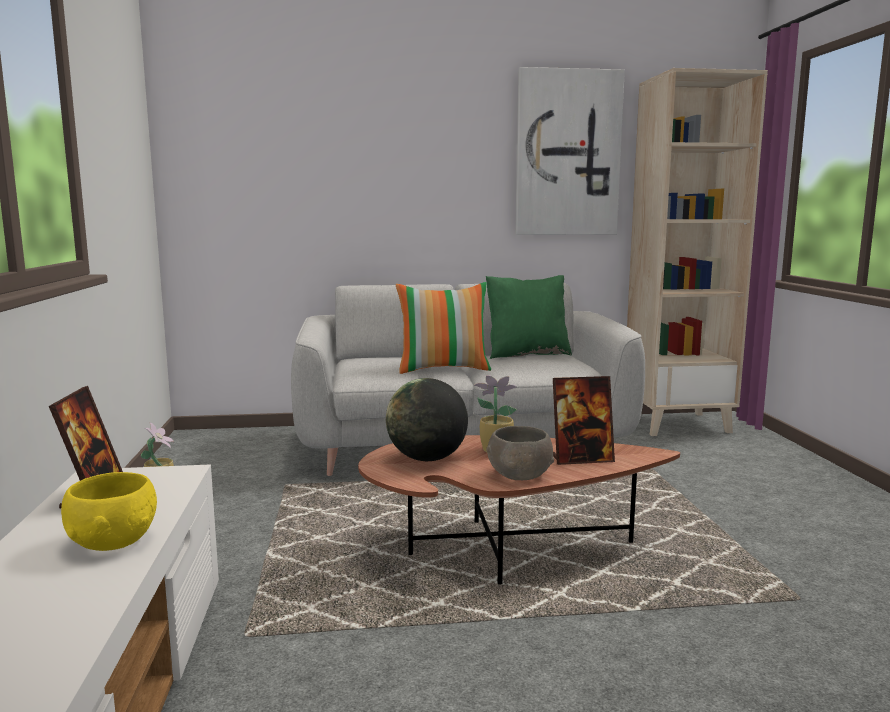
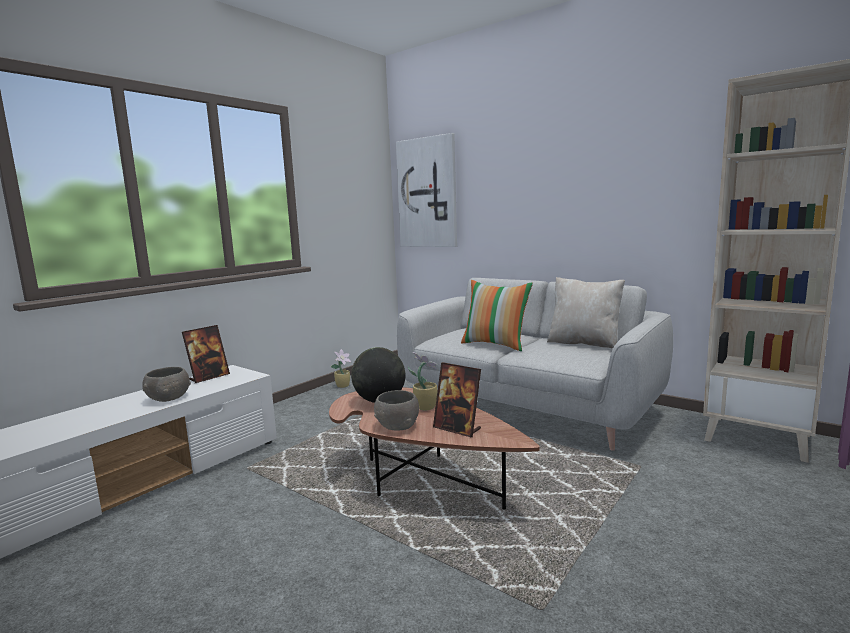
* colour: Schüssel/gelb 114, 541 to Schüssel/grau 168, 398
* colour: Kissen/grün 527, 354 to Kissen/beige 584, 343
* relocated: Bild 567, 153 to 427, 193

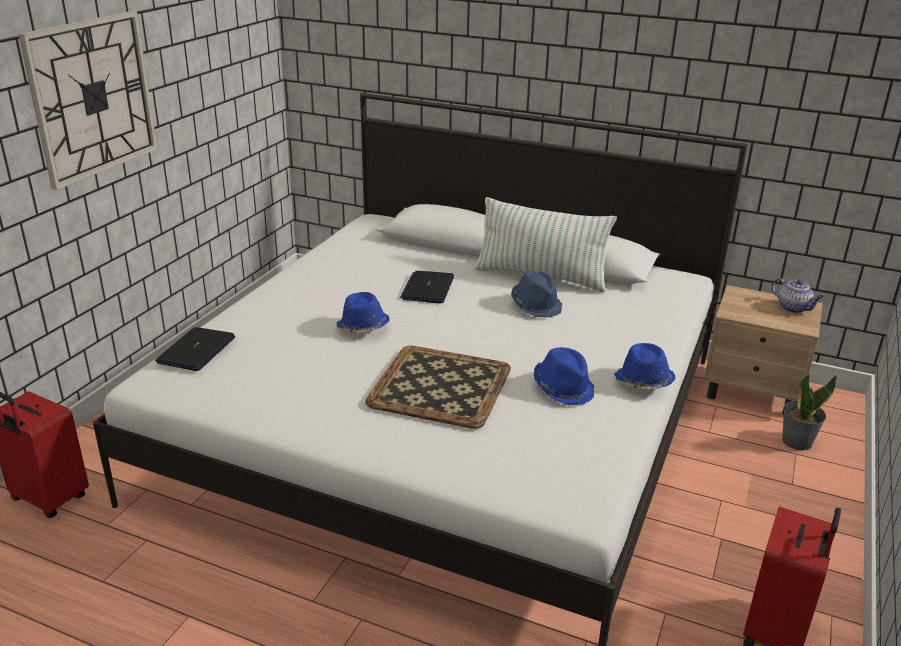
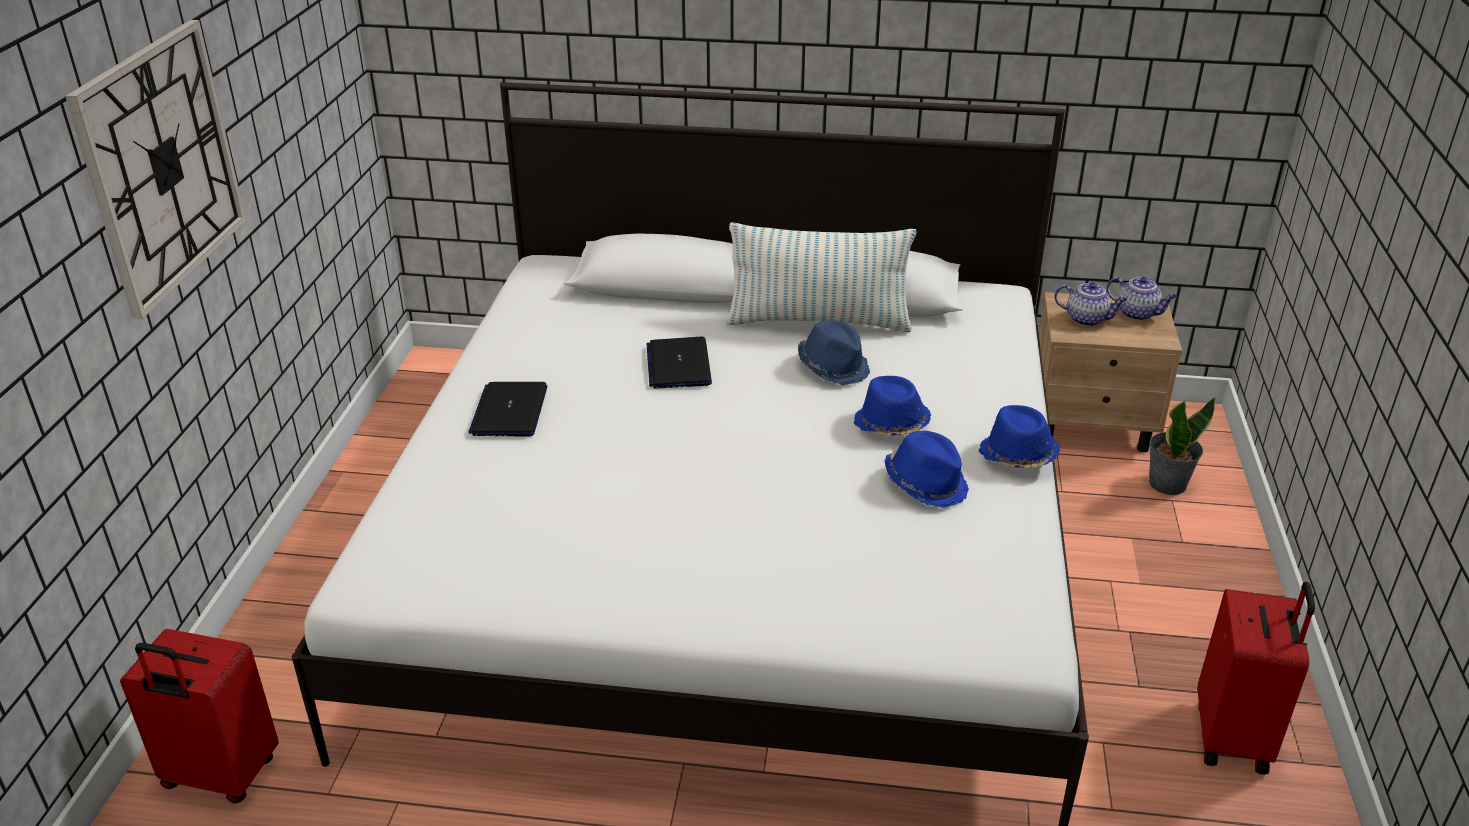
* relocated: Laptop 196, 350 to 509, 411
* relocated: Hut/blau 362, 327 to 891, 424
* missing: Tablett 441, 387
* appeared: Teekanne 1087, 319

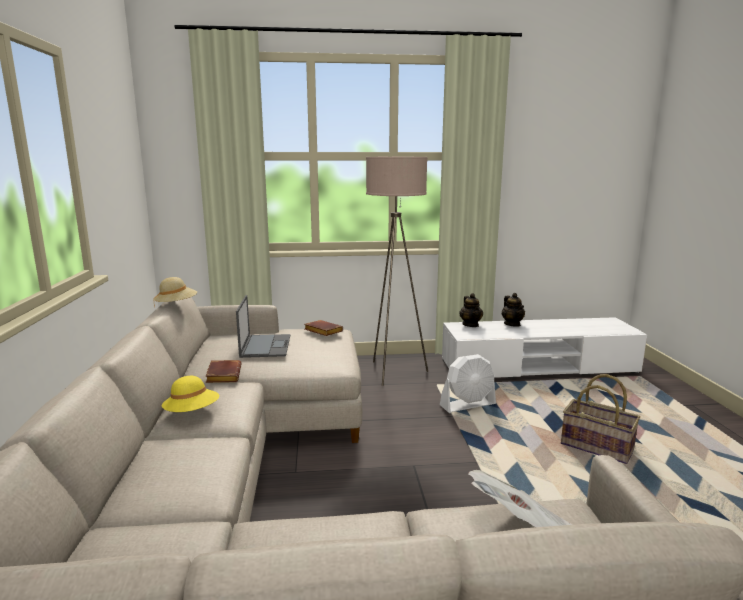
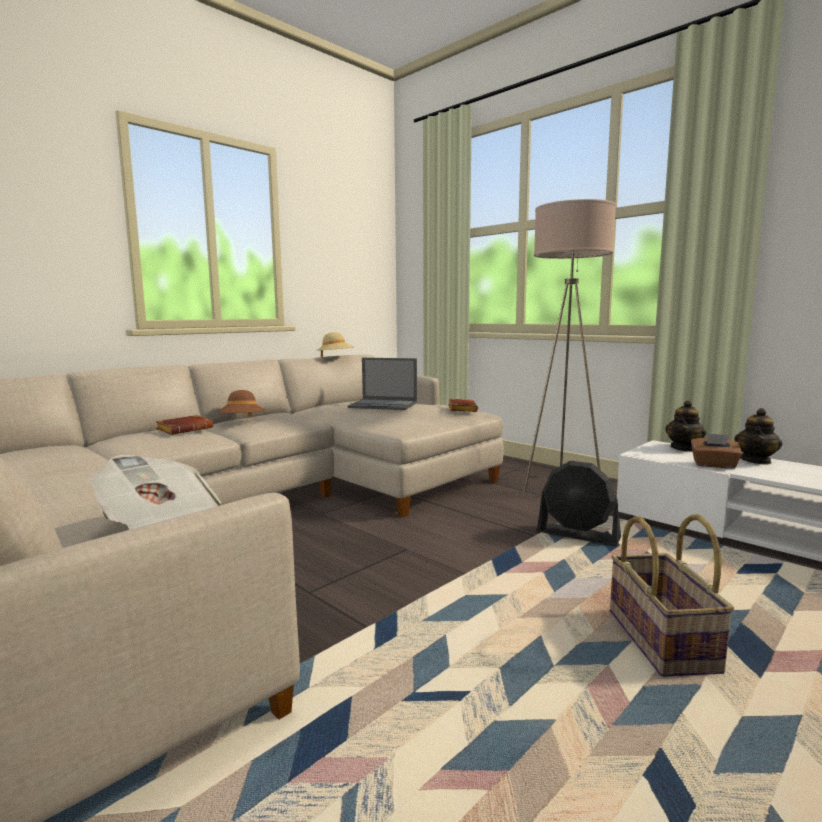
* colour: Hut/gelb 192, 413 to Hut/braun 242, 422
* relocated: Buch/braun 222, 375 to 185, 429
* spun: Laptop 265, 346 = 384, 405 60 degrees clockwise
* colour: Ventilator/weiß 468, 405 to Ventilator/schwarz 578, 536
* appeared: Taschentuchbox/braun 714, 465

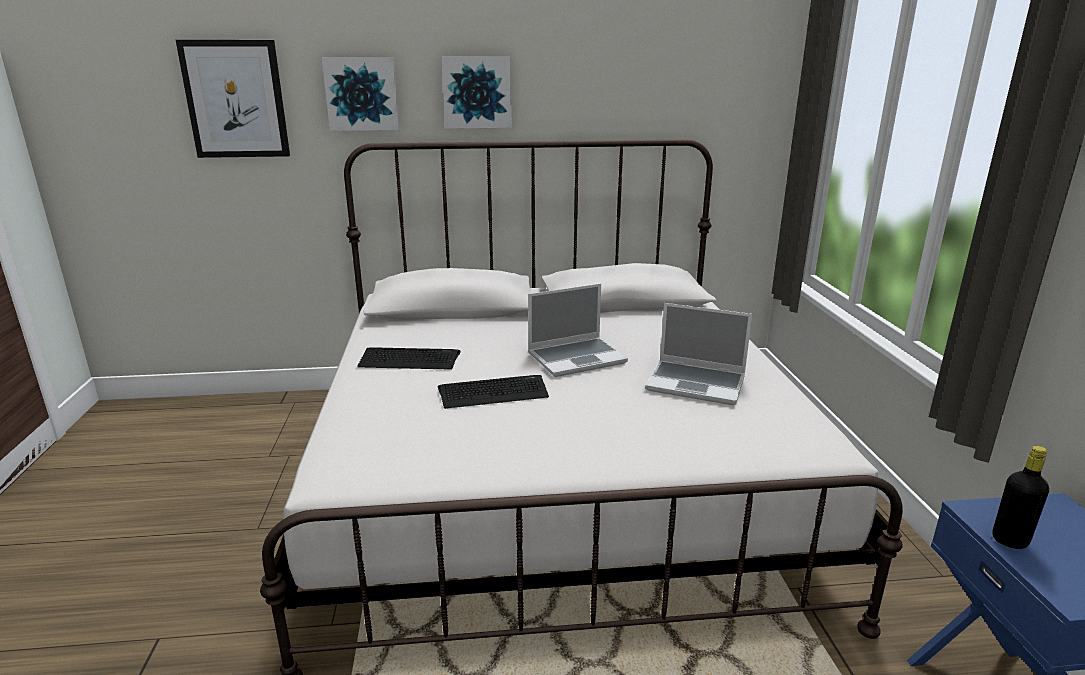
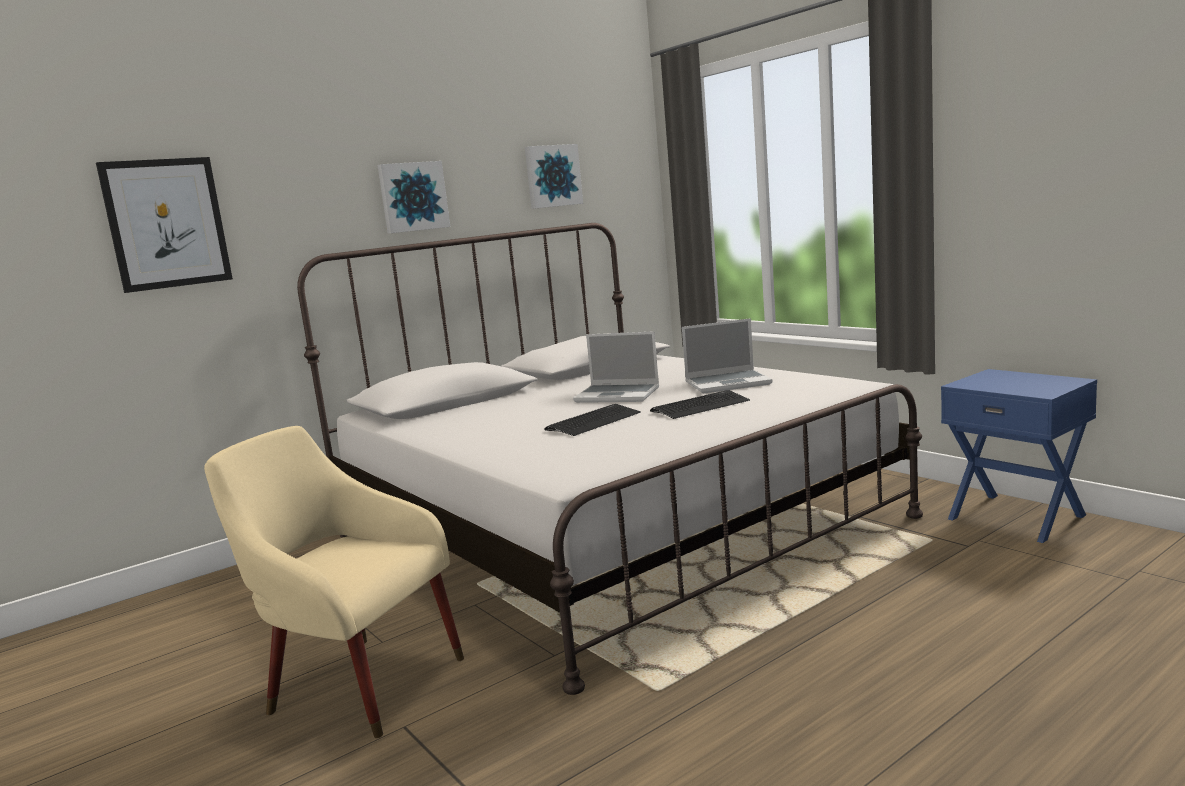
* relocated: Bild 362, 94 to 552, 176
* relocated: Tastatur 409, 360 to 700, 406
* spun: Laptop 577, 358 = 618, 395 75 degrees clockwise
* missing: Flasche/schwarz 1009, 540
* appeared: Sessel/beige 358, 682

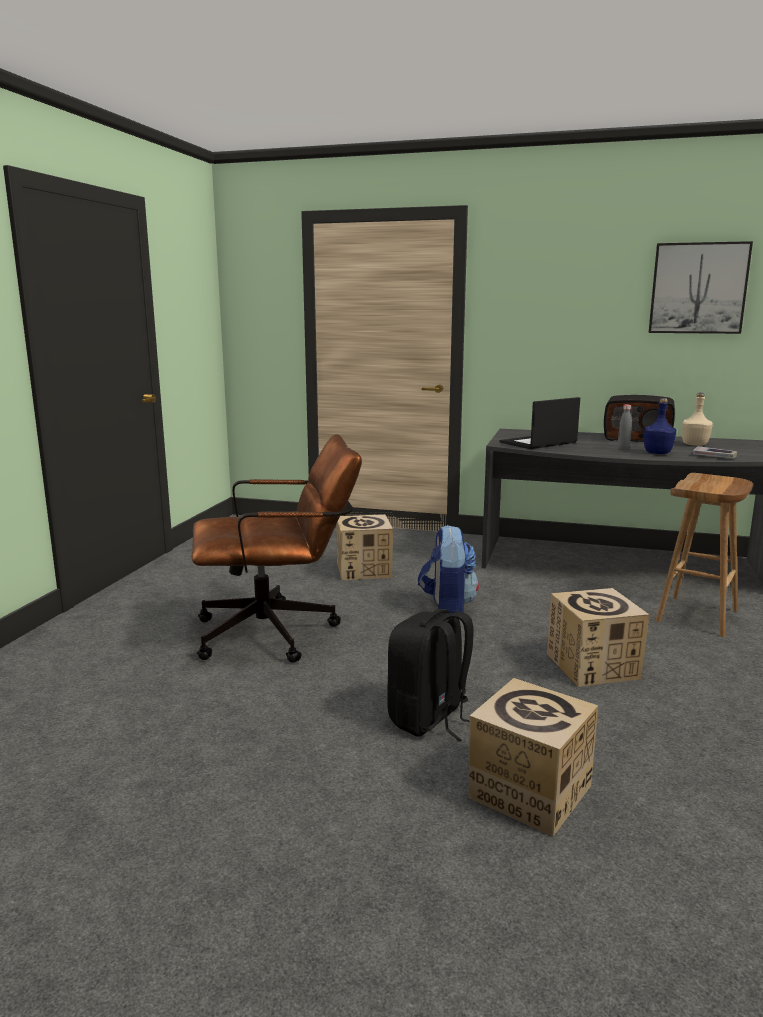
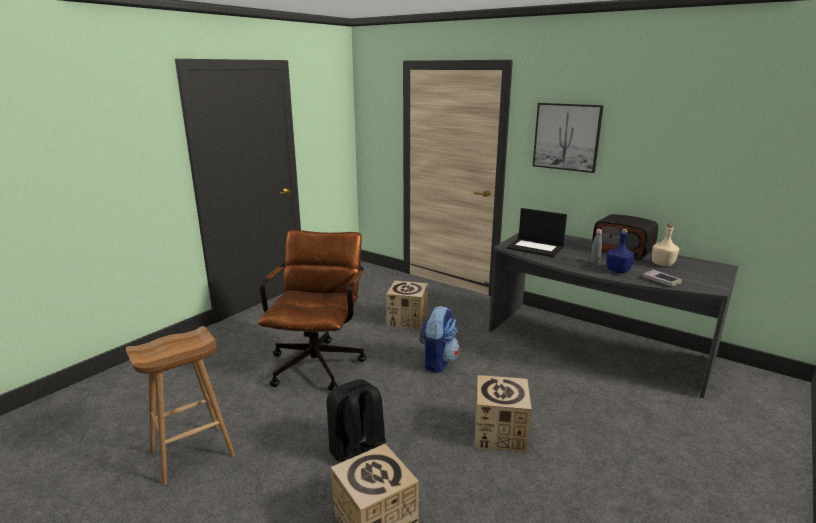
* spun: Bürostuhl/braun 279, 632 = 318, 361 90 degrees counterclockwise
* spun: Laptop 538, 443 = 536, 248 135 degrees counterclockwise
* relocated: Bild 698, 288 to 567, 137
* relocated: Hocker/braun 697, 616 to 191, 454

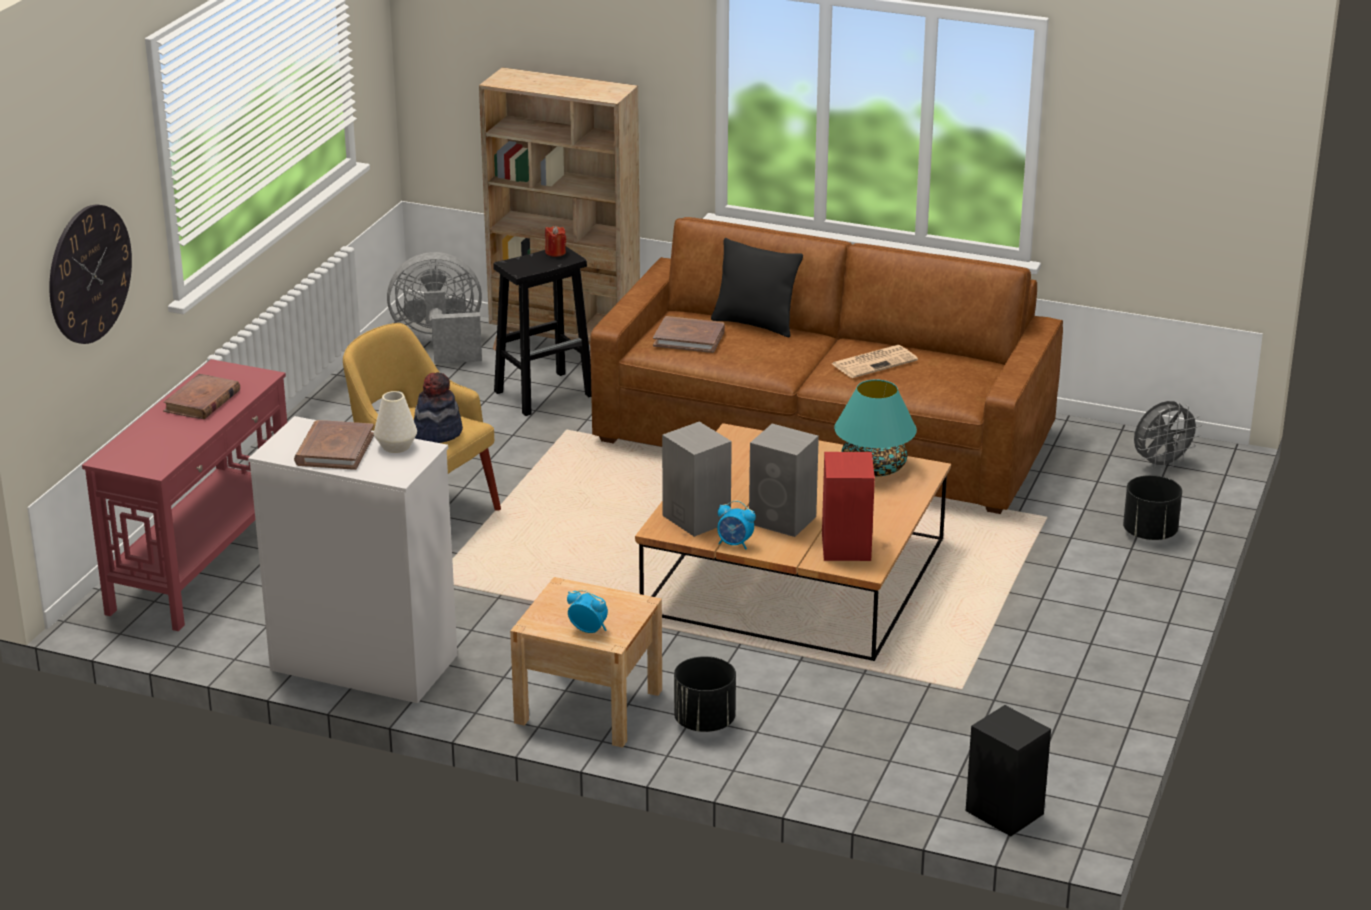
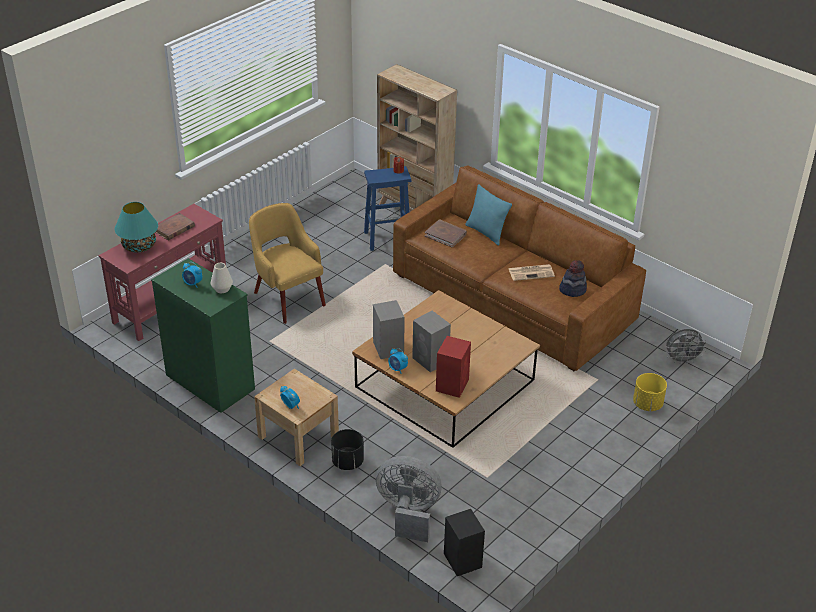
* missing: Wanduhr 89, 274
* colour: Kommode/weiß 362, 662 to Kommode/grün 209, 381
* exchanged: Buch/braun 334, 449 to Wecker 193, 284
* relocated: Ventilator/grau 440, 345 to 408, 513
* relocated: Hut 437, 432 to 572, 289
* colour: Hocker/schwarz 545, 393 to Hocker/blau 388, 238
* colour: Kissen/schwarz 755, 324 to Kissen/türkis 486, 233
* relocated: Tischlampe/türkis 874, 467 to 139, 246
* colour: Pflanzkübel/schwarz 1149, 533 to Pflanzkübel/gelb 647, 404

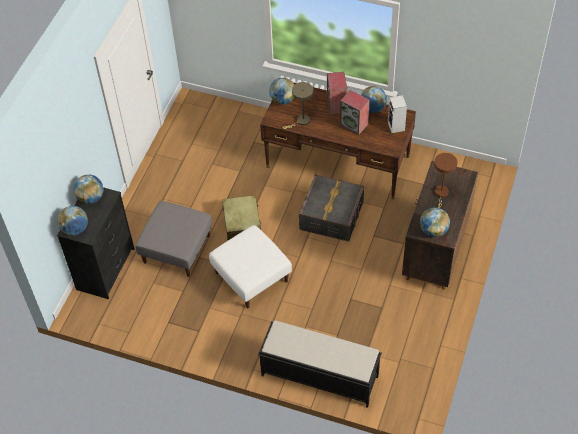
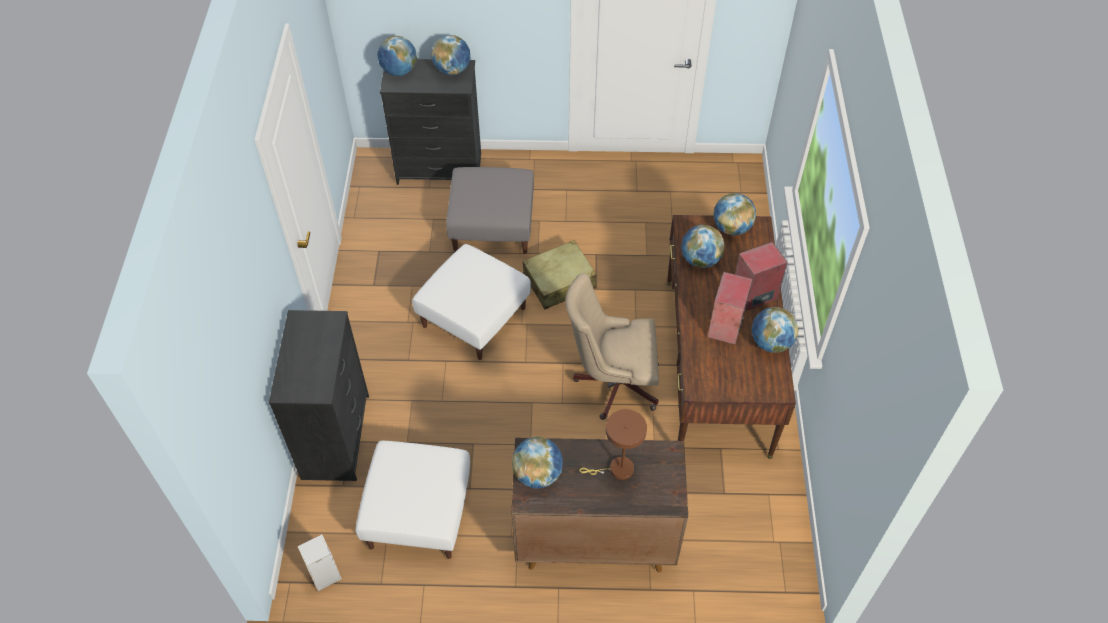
* exchanged: Bank/schwarz 319, 375 to Kommode/schwarz 336, 436
* exchanged: Tischlampe/beige 301, 121 to Globus 700, 260
* exchanged: Aufbewahrungsbox/grau 331, 216 to Bürostuhl/beige 612, 382
* relocated: Lautsprecher 396, 127 to 324, 576
* appeared: Polsterhocker/weiß 418, 512

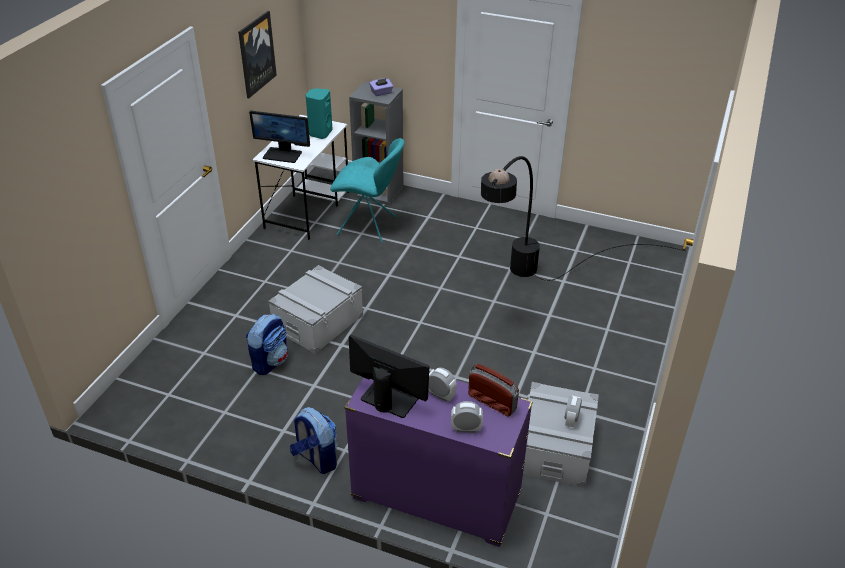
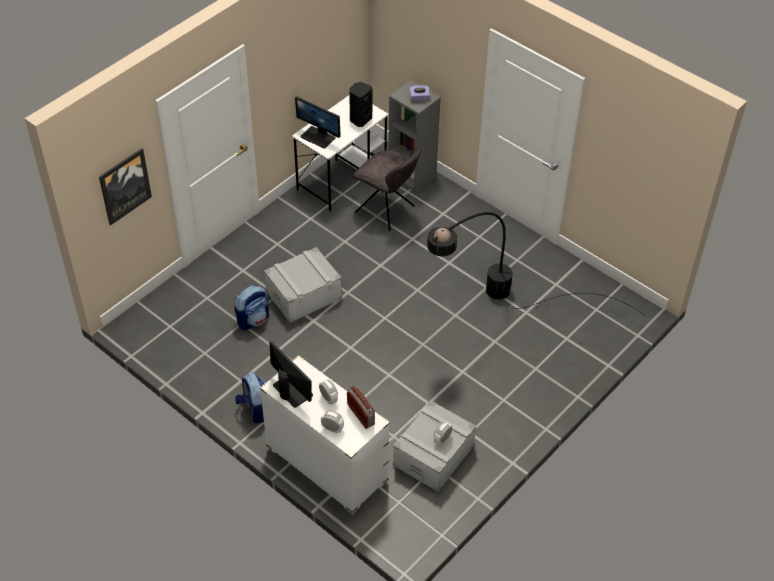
* relocated: Bild 256, 54 to 124, 186
* colour: Lautsprecher/türkis 320, 133 to Lautsprecher/schwarz 360, 119
* colour: Stuhl/türkis 369, 226 to Stuhl/grau 386, 210
* colour: Kommode/lila 435, 497 to Kommode/weiß 326, 465

